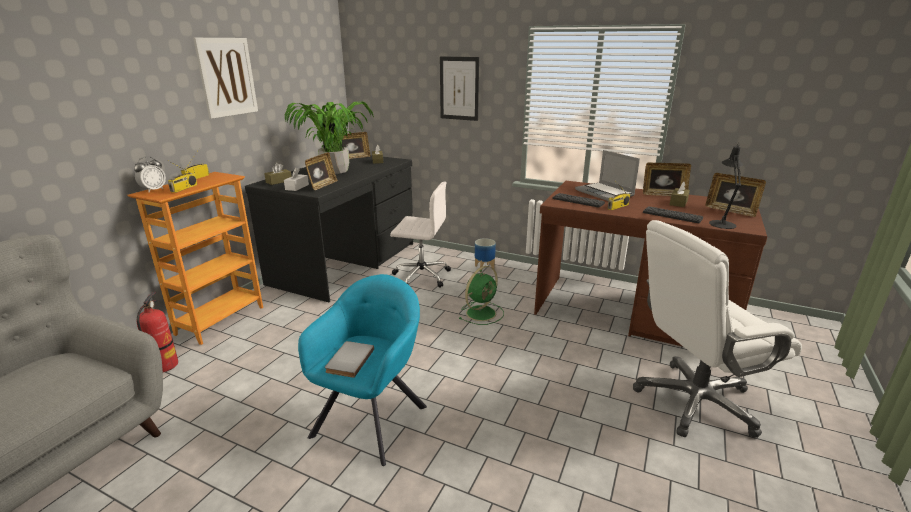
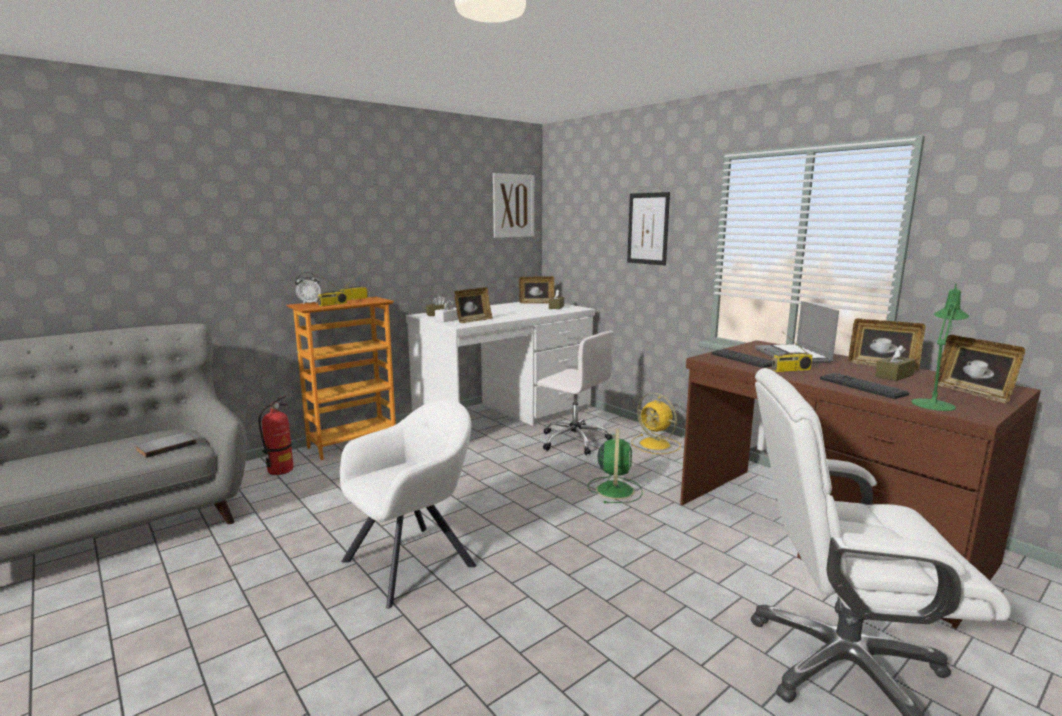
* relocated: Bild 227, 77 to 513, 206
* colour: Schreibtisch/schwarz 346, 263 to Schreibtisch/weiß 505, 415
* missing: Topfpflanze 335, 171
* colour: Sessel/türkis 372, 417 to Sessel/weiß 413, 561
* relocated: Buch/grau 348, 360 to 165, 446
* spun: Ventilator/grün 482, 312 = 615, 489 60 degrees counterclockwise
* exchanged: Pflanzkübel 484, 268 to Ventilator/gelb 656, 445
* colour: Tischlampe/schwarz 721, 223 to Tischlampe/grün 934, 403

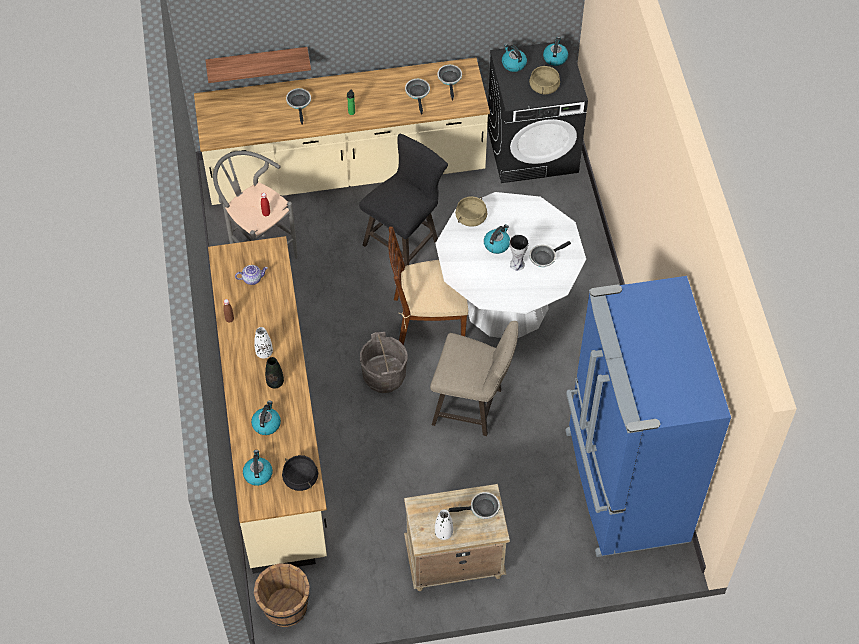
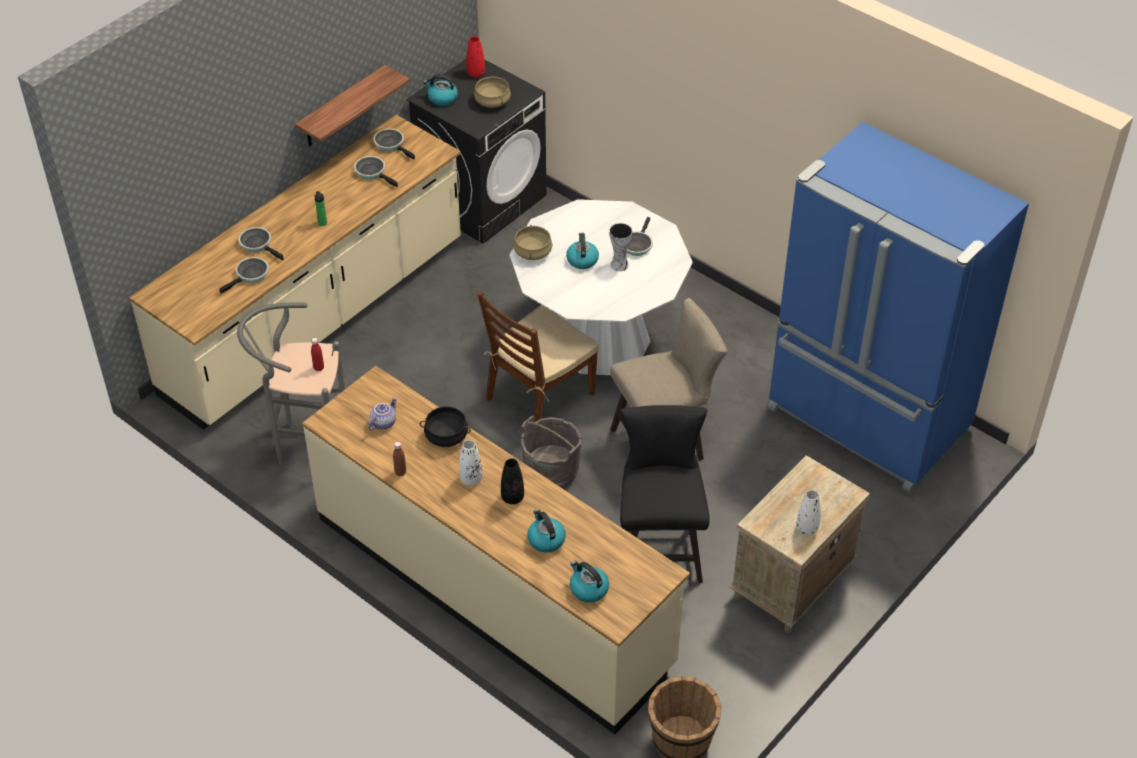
* relocated: Wandregal 257, 63 to 342, 108
* relocated: Kochtopf/schwarz 300, 478 to 446, 436
* relocated: Hocker/schwarz 405, 240 to 659, 547
* relocated: Pfanne 482, 508 to 250, 275
* exchanged: Wasserkessel 555, 58 to Vase/rot 476, 74

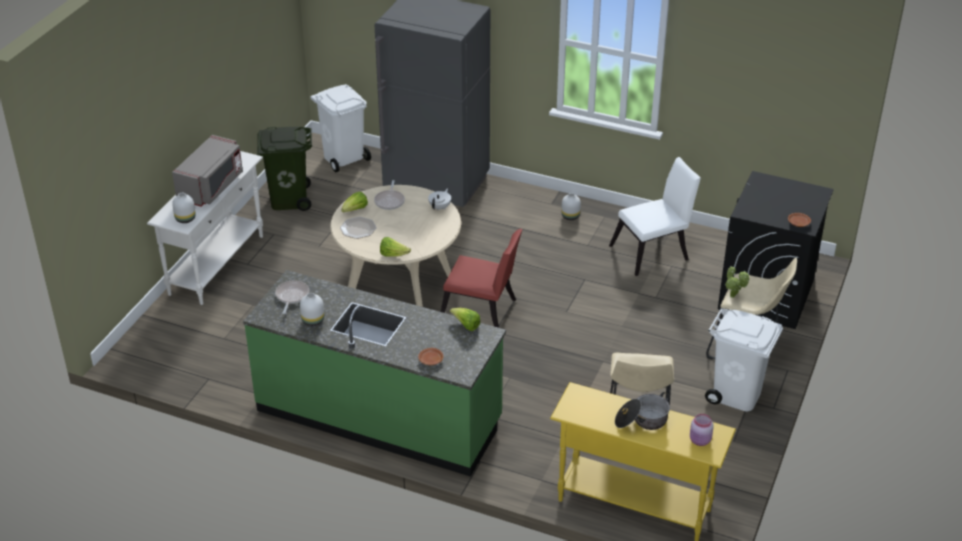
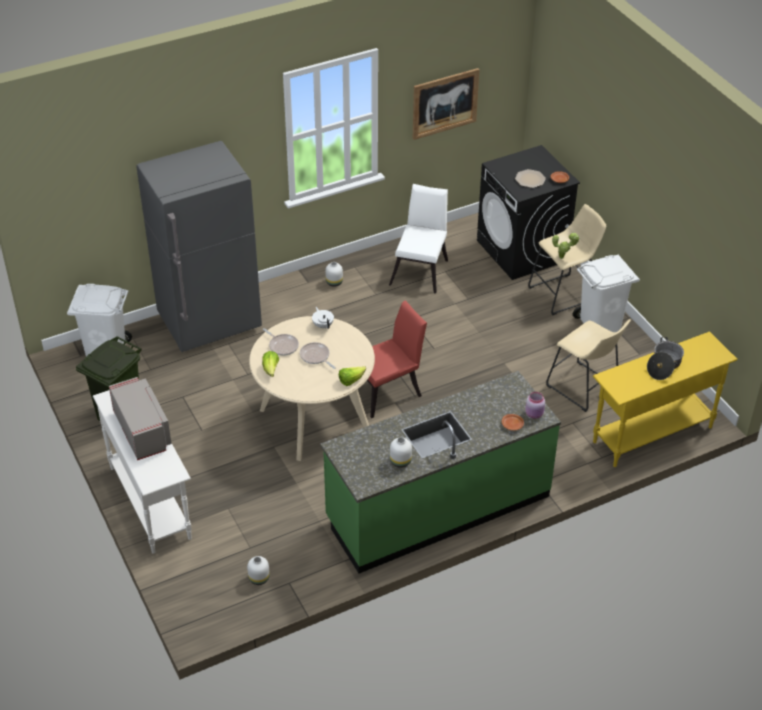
* relocated: Vase/weiß 185, 218 to 258, 578
* relocated: Pfanne 291, 296 to 316, 357
* relocated: Teller 358, 228 to 529, 179
* missing: Salatkopf 466, 325
* relocated: Vorratsglas/rosa 700, 441 to 534, 414
* appeared: Bild 445, 103

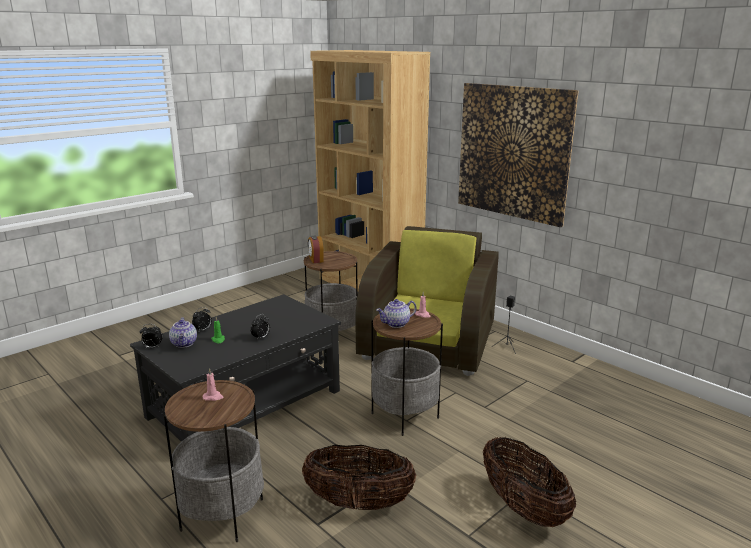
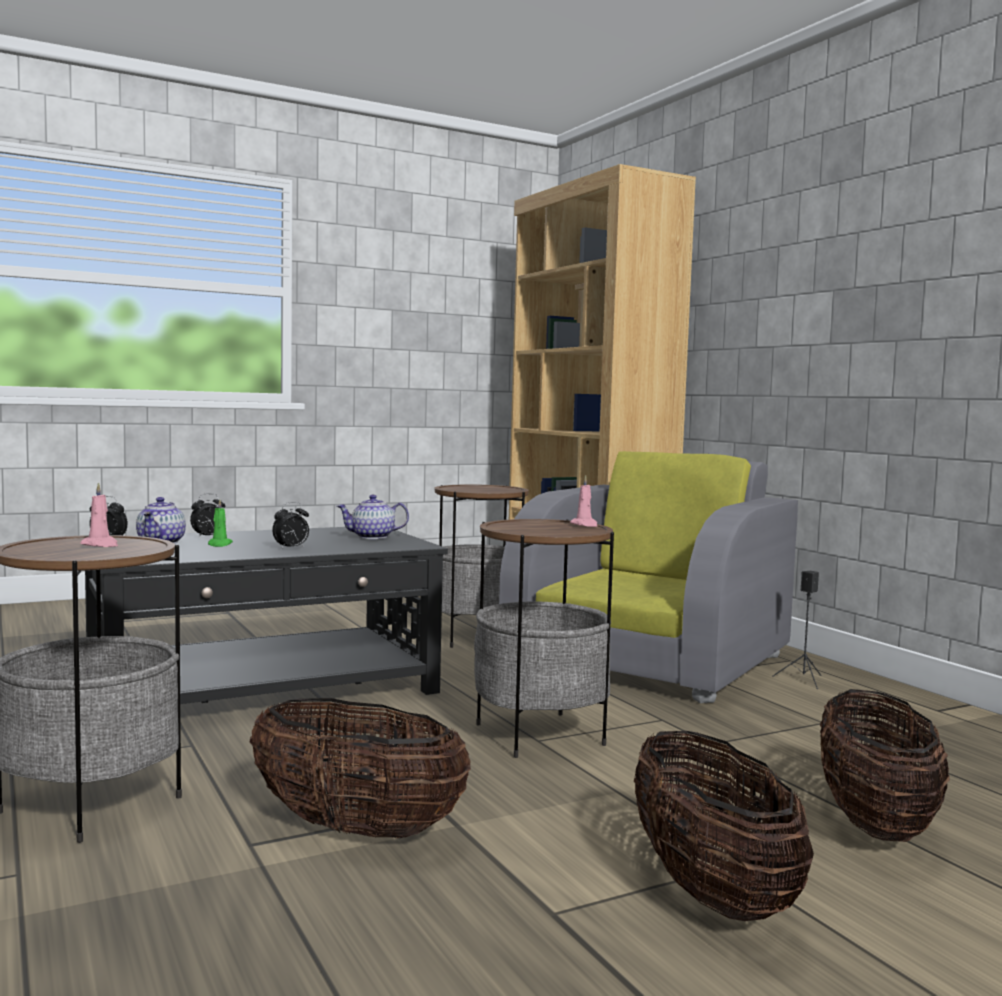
* missing: Wecker 315, 260
* colour: Sessel/braun 429, 342 to Sessel/grau 650, 659
* relocated: Teekanne 396, 324 to 372, 537
* missing: Bild 513, 152
* appeared: Korb 874, 823

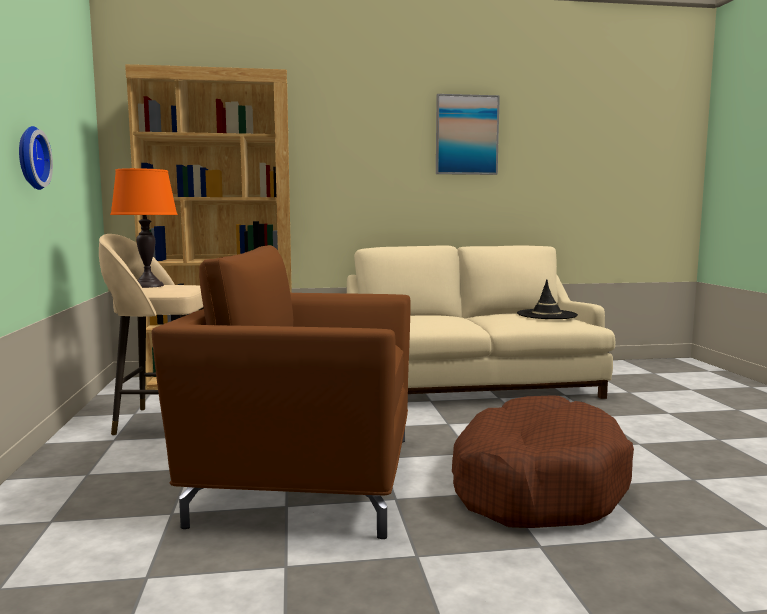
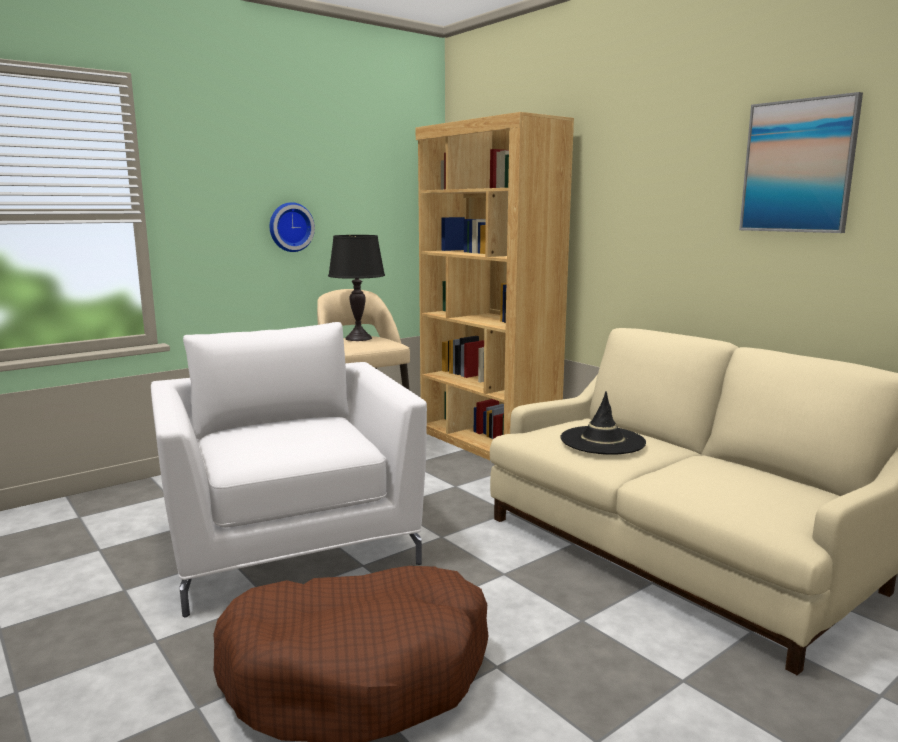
* colour: Tischlampe/orange 148, 286 to Tischlampe/schwarz 358, 338
* colour: Sessel/braun 305, 476 to Sessel/weiß 292, 546
* relocated: Hut/schwarz 546, 315 to 602, 441

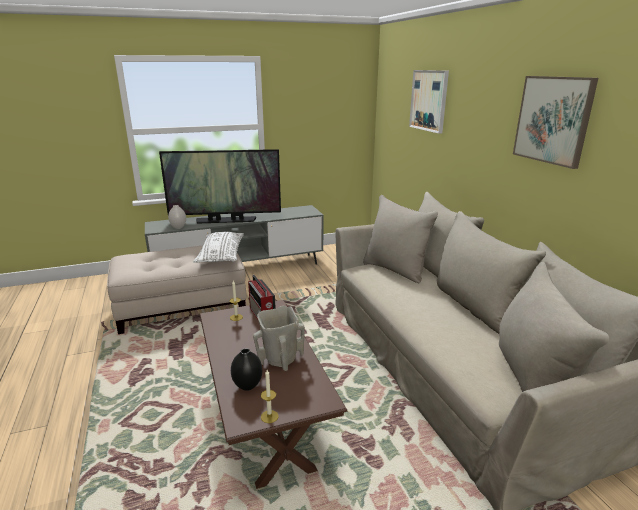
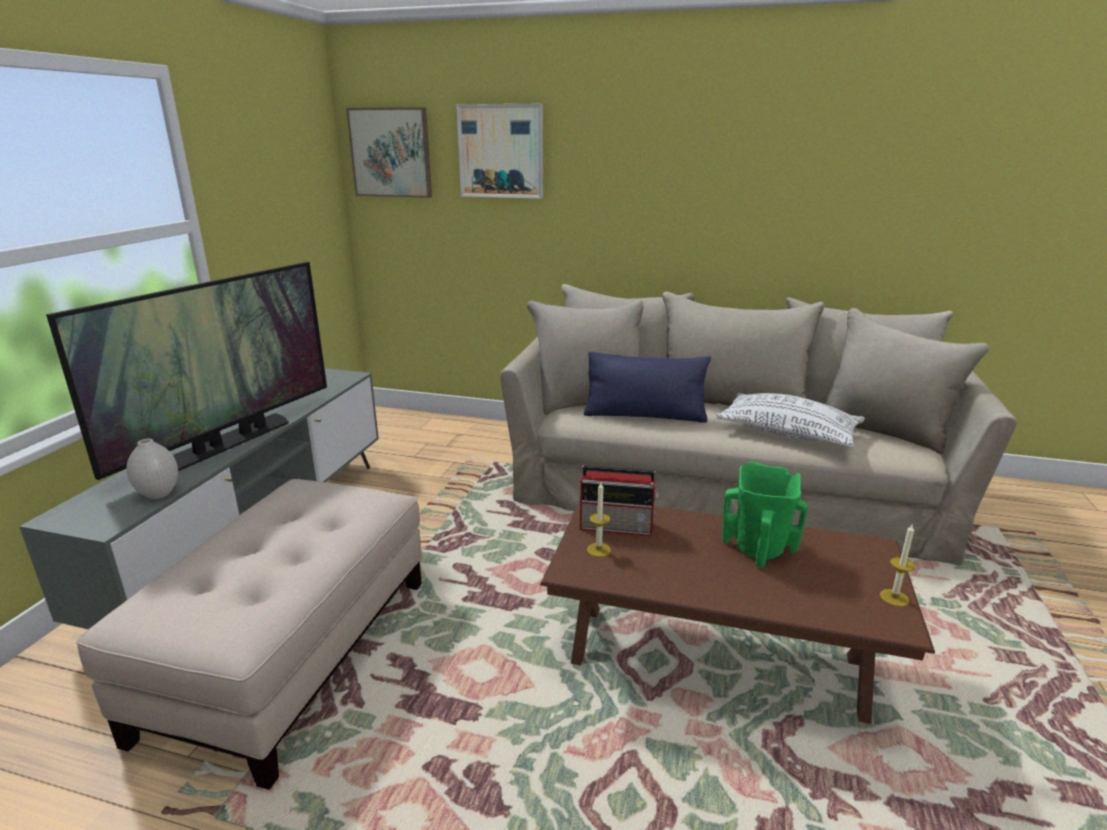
* relocated: Kissen/weiß 221, 255 to 787, 433
* missing: Vase/schwarz 247, 386
* colour: Vase/beige 279, 360 to Vase/grün 758, 550
* relocated: Bild 553, 120 to 391, 153
* appeared: Kissen/blau 644, 416

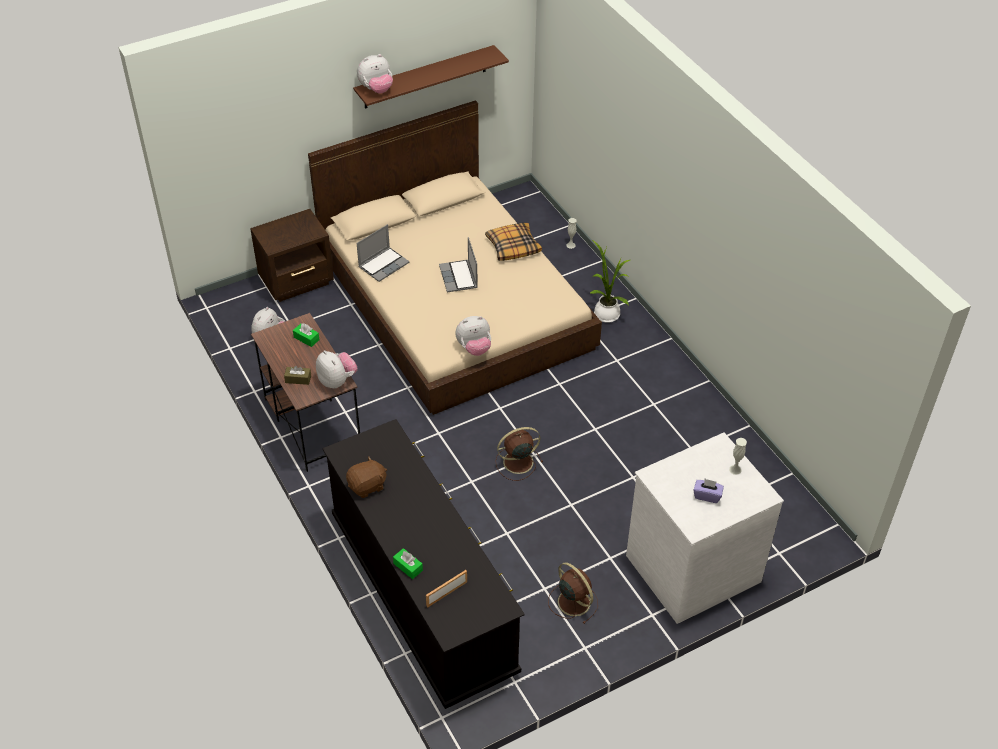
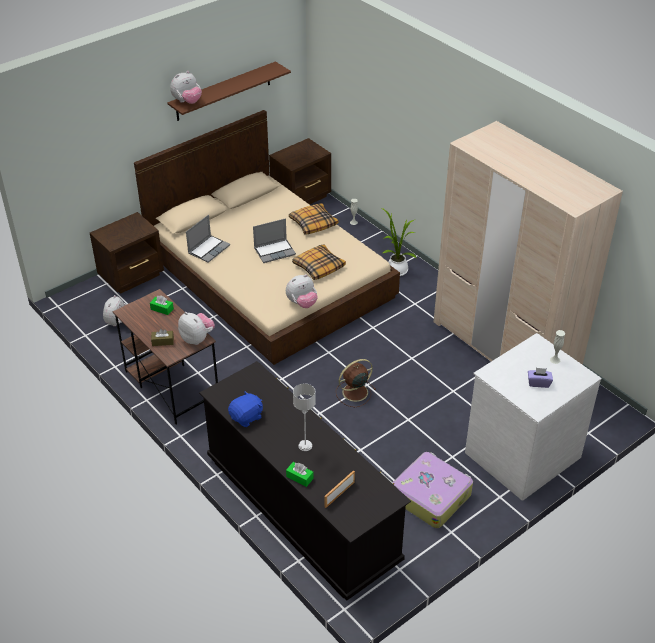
* colour: Plüschtier/braun 367, 486 to Plüschtier/blau 246, 417
* spun: Laptop 459, 277 = 275, 251 90 degrees counterclockwise
* exchanged: Ventilator/braun 573, 601 to Koffer 430, 495
* appeared: Nachttisch/braun 302, 197
* appeared: Kissen 318, 266
* appeared: Tischlampe/grau 305, 446
* appeared: Kleiderschrank/beige 504, 347

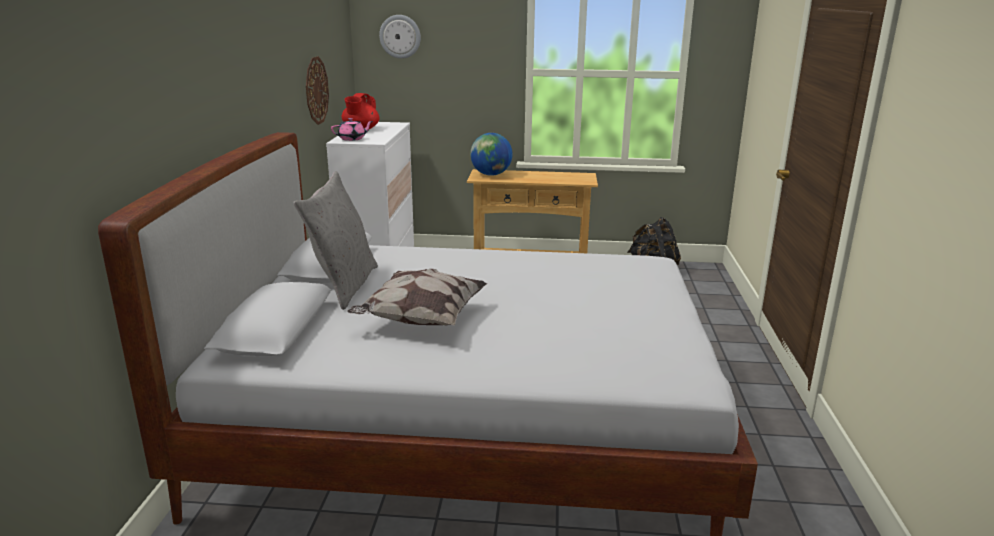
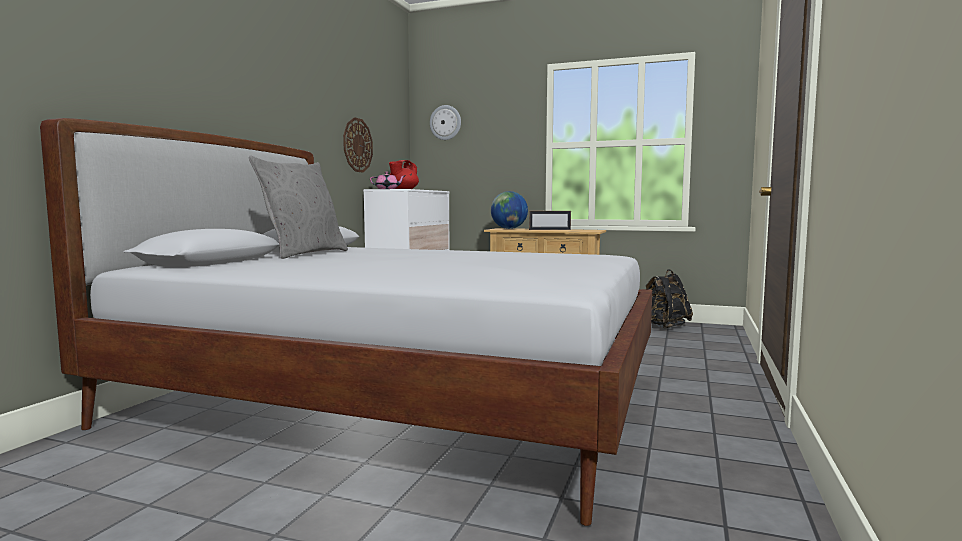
* missing: Kissen 420, 320
* appeared: Bilderrahmen 549, 230

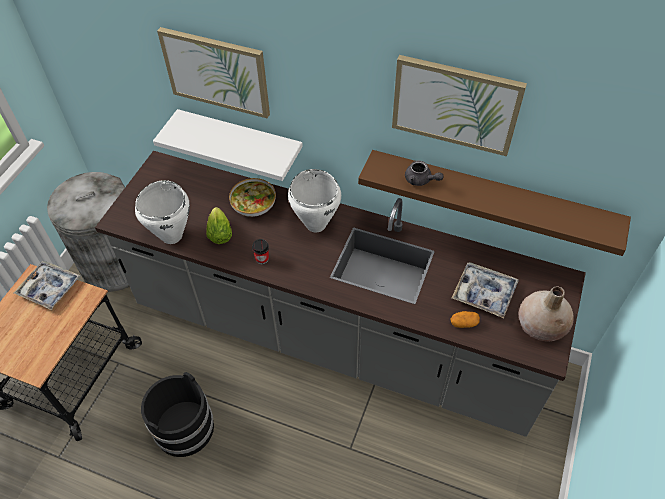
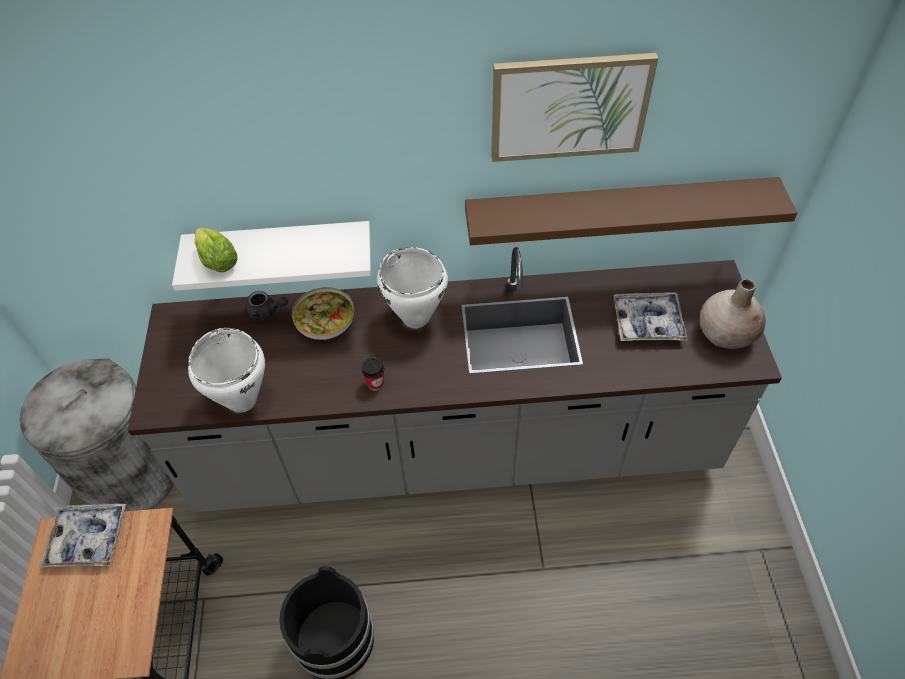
* missing: Bild 216, 72
* relocated: Salatkopf 219, 232 to 216, 259
* relocated: Teekanne/grau 421, 180 to 266, 311
* missing: Kartoffel 464, 323

